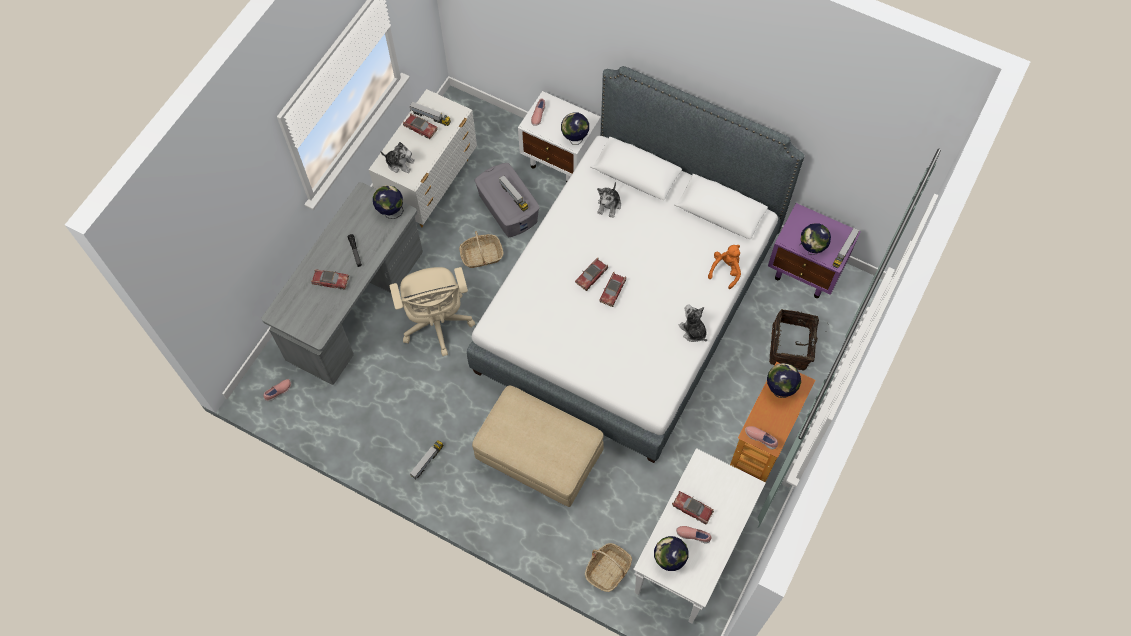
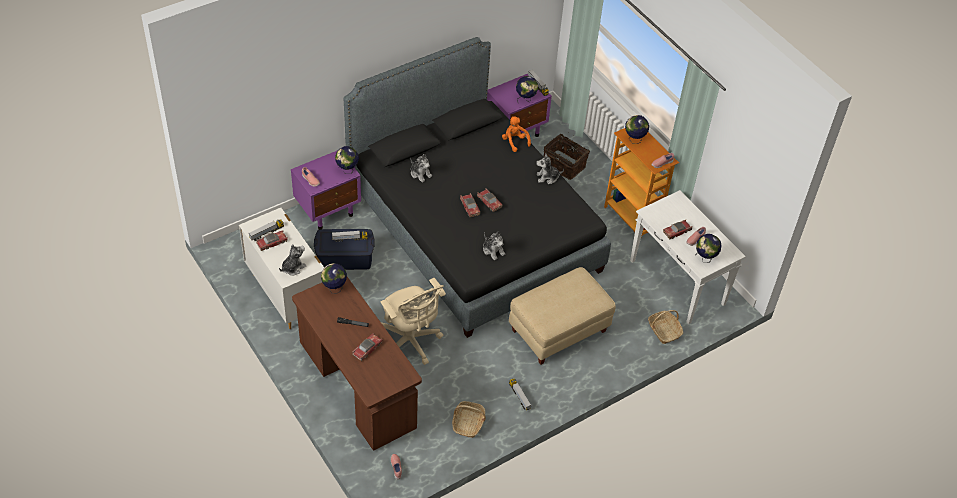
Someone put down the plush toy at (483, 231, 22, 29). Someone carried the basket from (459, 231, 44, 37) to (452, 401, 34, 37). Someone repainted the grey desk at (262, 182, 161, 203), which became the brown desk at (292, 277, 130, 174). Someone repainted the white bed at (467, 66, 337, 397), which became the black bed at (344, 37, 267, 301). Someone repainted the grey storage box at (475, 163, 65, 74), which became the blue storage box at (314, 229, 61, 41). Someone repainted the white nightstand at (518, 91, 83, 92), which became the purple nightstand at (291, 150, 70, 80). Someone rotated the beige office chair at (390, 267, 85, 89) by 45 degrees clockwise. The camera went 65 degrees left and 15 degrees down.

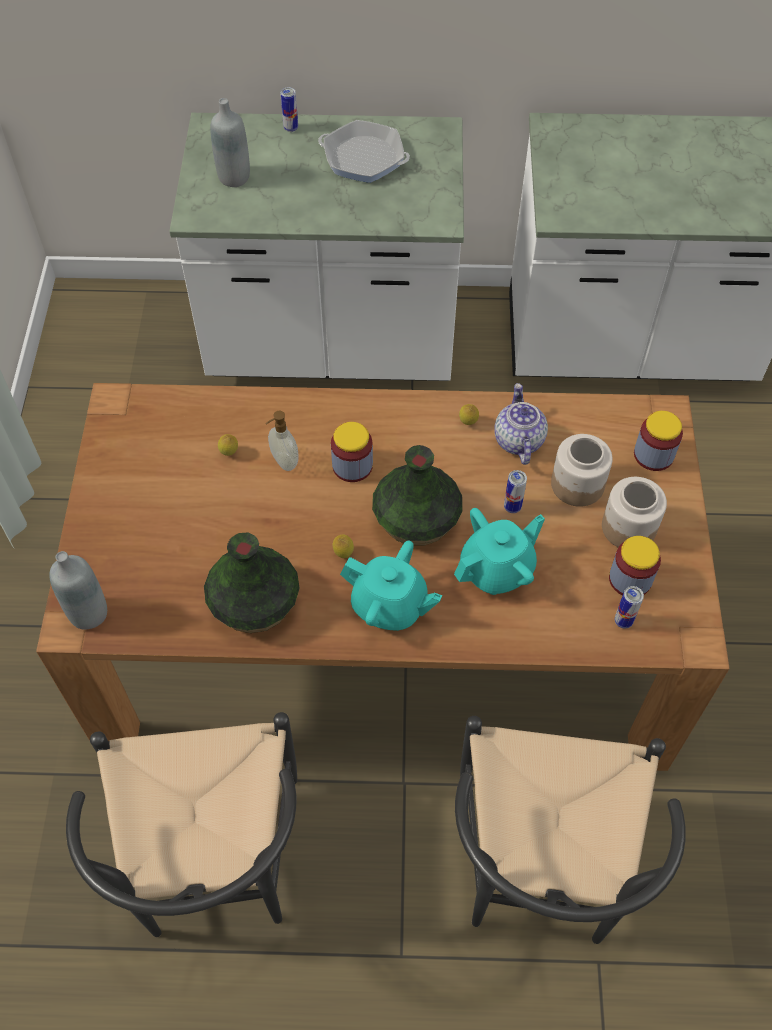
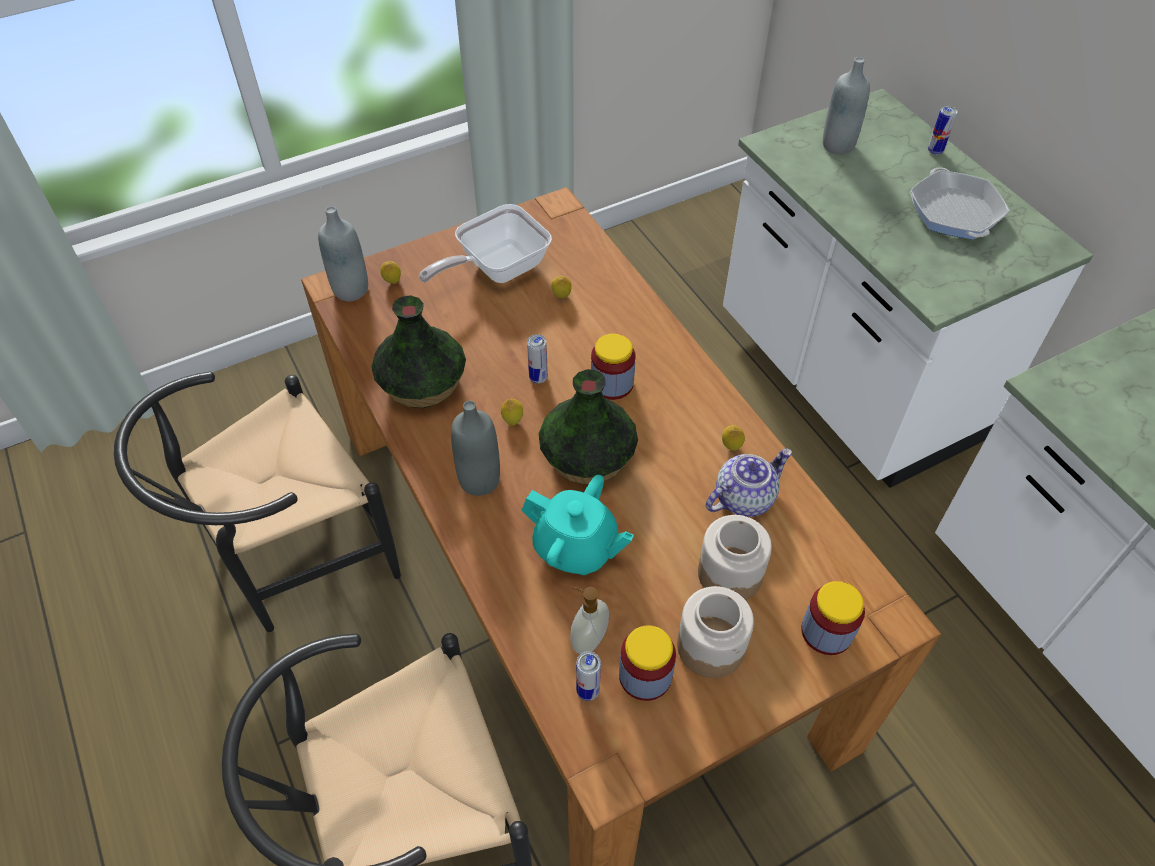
Someone put down the lemon at (380, 261, 21, 23). Someone put down the frying pan at (419, 204, 133, 79). Someone carried the soap dispenser from (266, 411, 33, 60) to (570, 586, 39, 68). Someone carried the can from (504, 470, 23, 43) to (527, 334, 21, 50). Someone swapped the turquoise teapot at (340, 541, 102, 90) for the grey bottle at (451, 401, 49, 95). The camera went 60 degrees right and 5 degrees down.

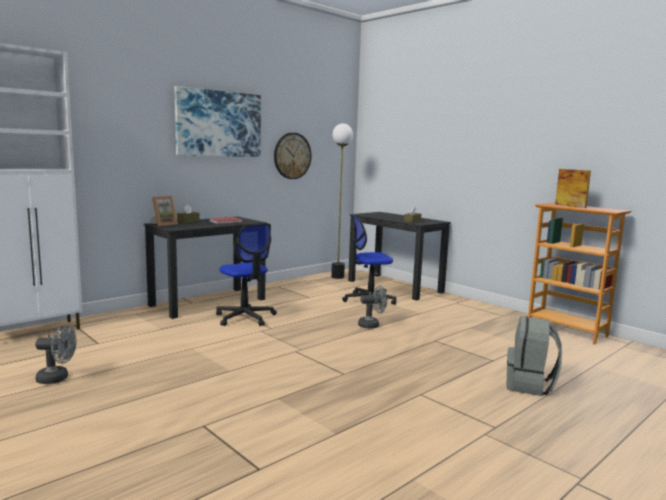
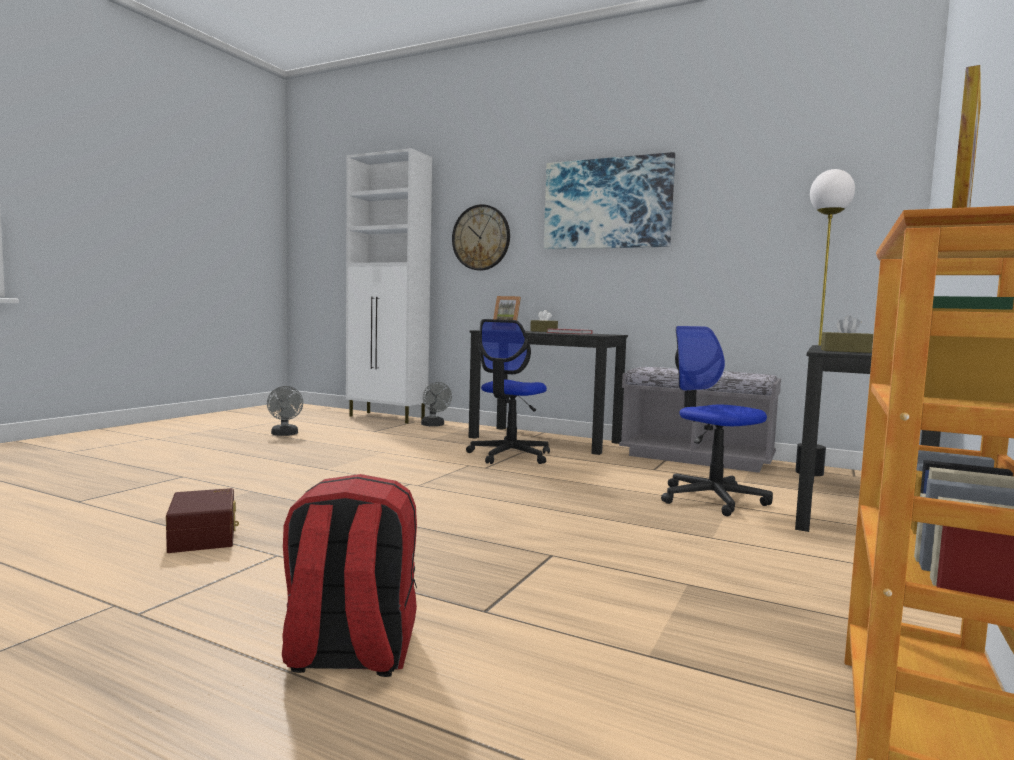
Someone put down the brown storage box at (166, 488, 73, 65). Someone put down the grey bench at (619, 367, 162, 106). Someone carried the wall clock from (274, 133, 38, 46) to (452, 204, 58, 67). Someone carried the grey fan from (358, 285, 29, 43) to (421, 382, 31, 44). Someone repainted the grey backpack at (506, 316, 56, 80), which became the red backpack at (282, 474, 135, 203). The camera went 70 degrees right and 5 degrees down.

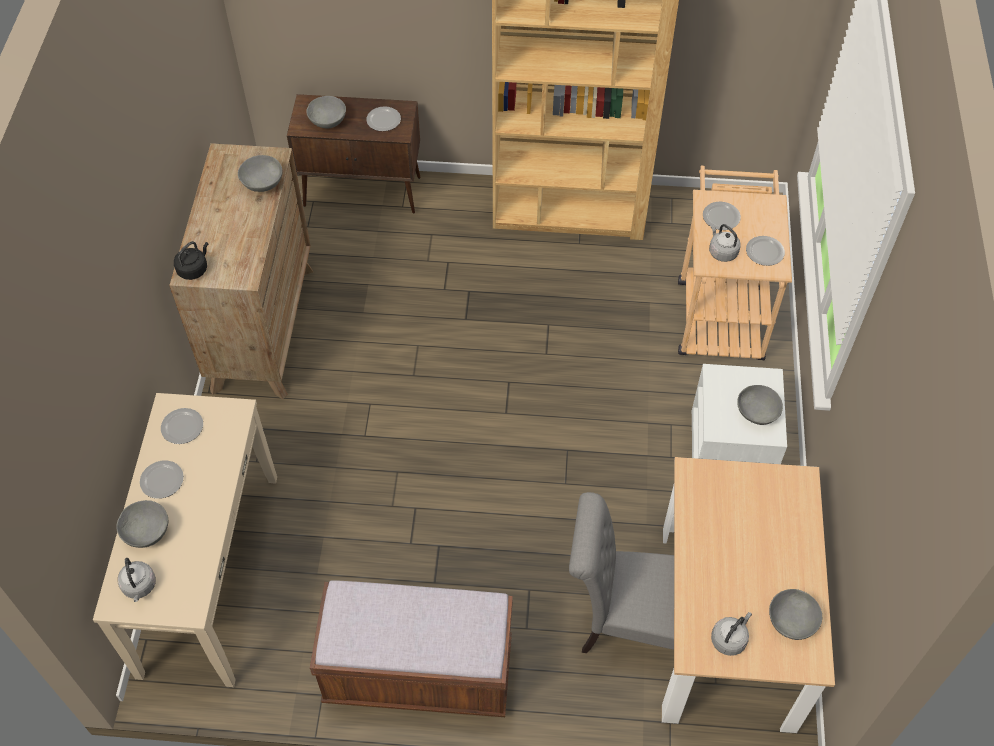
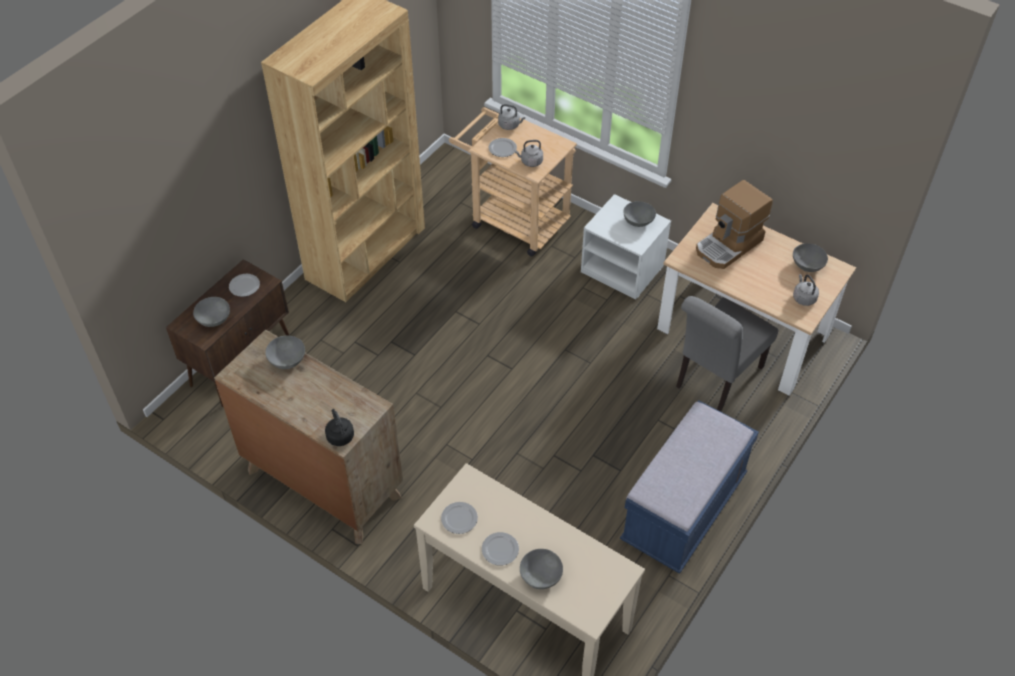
Someone took away the plate at (746, 236, 39, 30). Someone put down the coffee machine at (696, 180, 77, 89). Someone carried the grey kettle from (118, 558, 38, 44) to (498, 104, 27, 26). Someone repainted the brown bench at (310, 580, 203, 137), which became the blue bench at (620, 400, 139, 174). The camera went 60 degrees left and 5 degrees down.

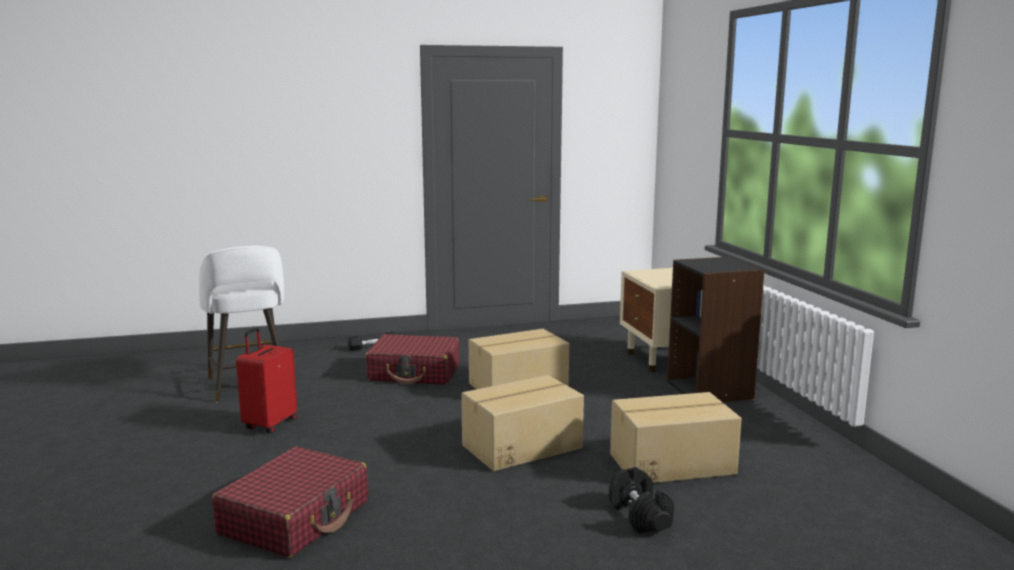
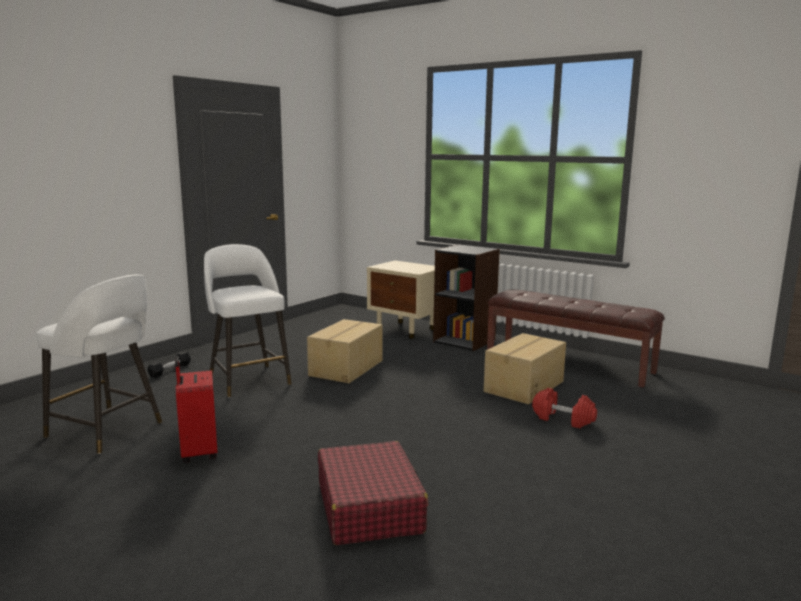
Someone took away the cardboard box at (461, 375, 123, 96). Someone put down the brown bench at (487, 290, 178, 97). Someone swapped the red suitcase at (366, 334, 93, 51) for the white stool at (204, 244, 88, 153). Someone repainted the black dumbbell at (609, 467, 65, 66), which became the red dumbbell at (532, 388, 65, 40). The camera went 40 degrees left and 0 degrees up.

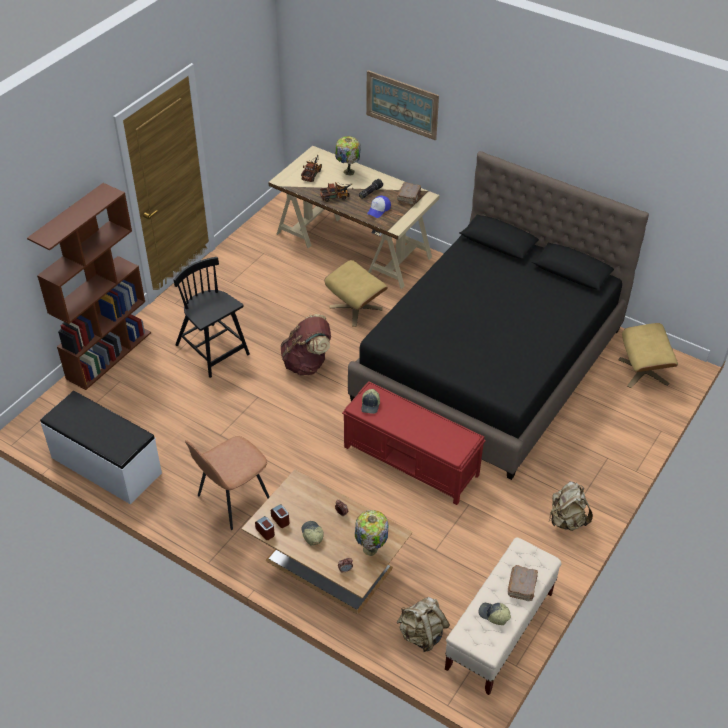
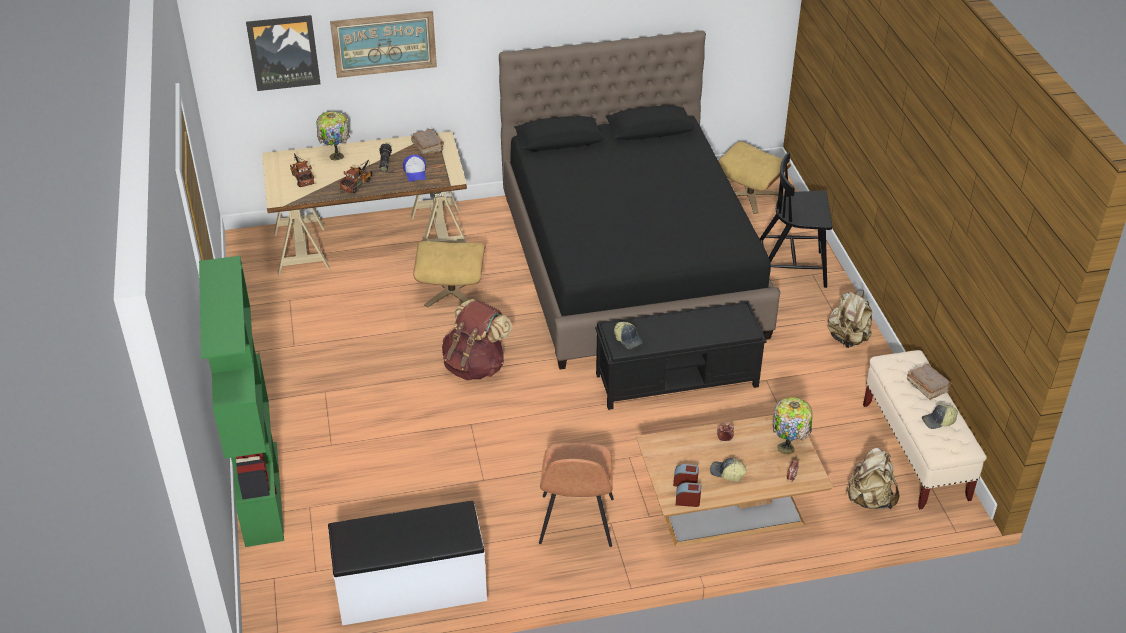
Someone put up the picture at (246, 15, 75, 76). Someone carried the black chair from (174, 257, 76, 121) to (760, 152, 72, 136). Someone repainted the brown bookcase at (27, 183, 124, 207), which became the green bookcase at (199, 256, 85, 291). Someone repainted the red bench at (342, 381, 144, 124), which became the black bench at (595, 301, 172, 109). The camera went 45 degrees left and 5 degrees down.

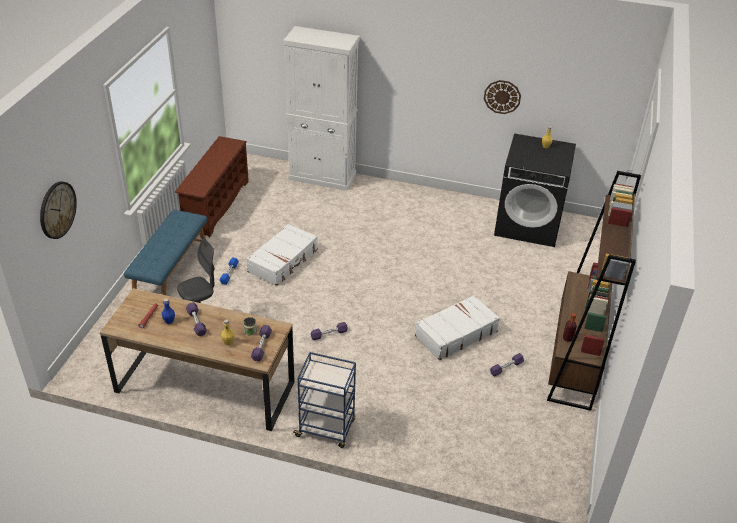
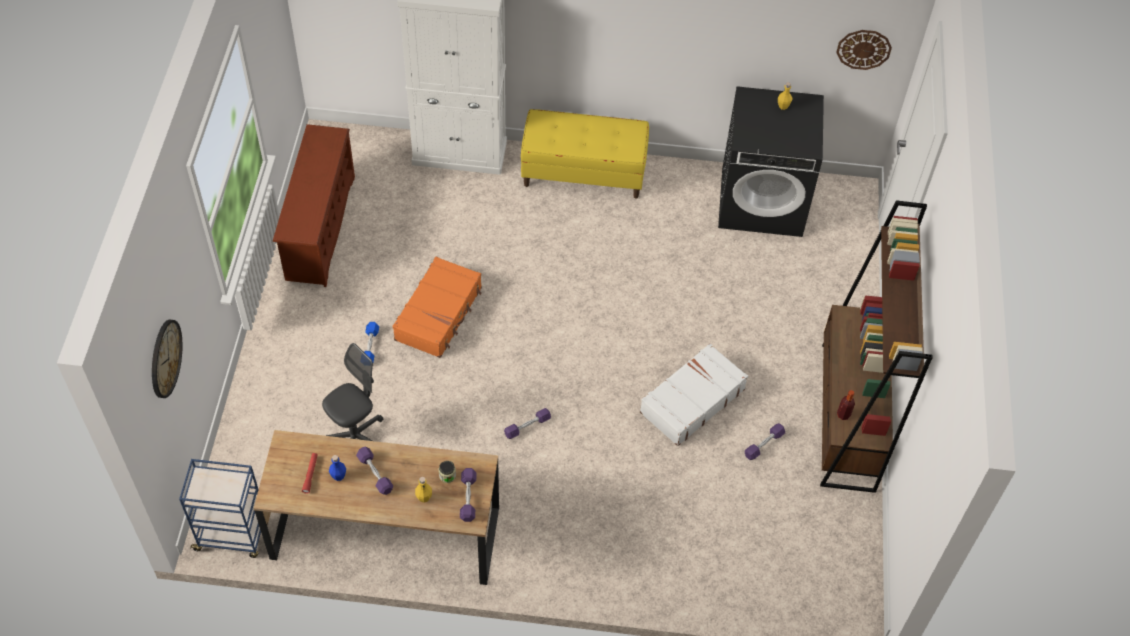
Someone took away the blue bench at (124, 210, 84, 85). Someone put down the yellow bench at (521, 109, 128, 90). Someone carried the blue cart from (292, 352, 64, 96) to (179, 459, 82, 99). Someone carried the wall clock from (484, 80, 37, 34) to (836, 30, 56, 40). Someone repainted the white suitcase at (246, 224, 72, 62), which became the orange suitcase at (392, 257, 90, 101). The camera went 10 degrees left and 15 degrees up.

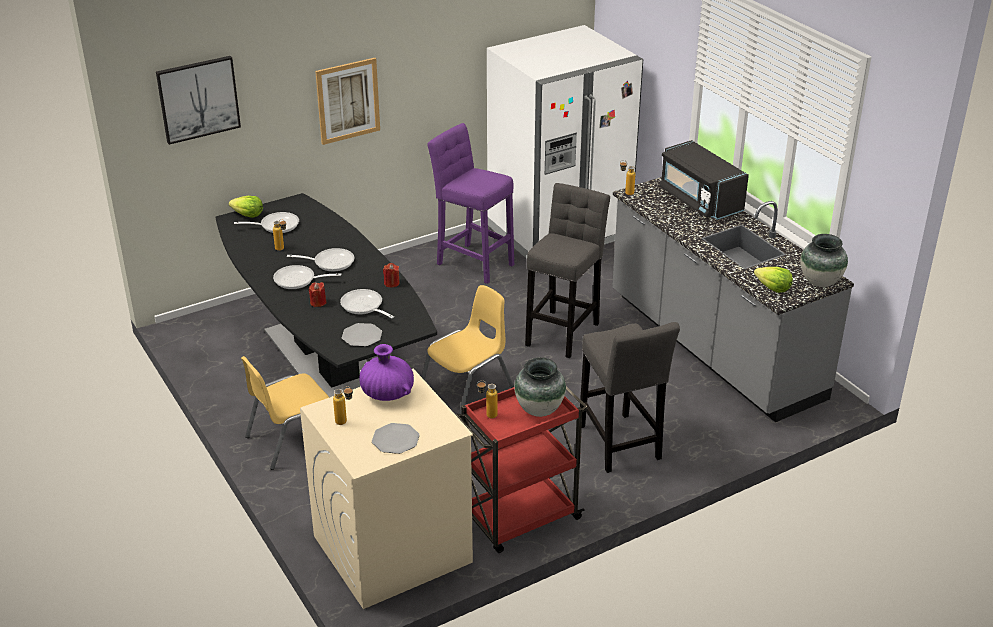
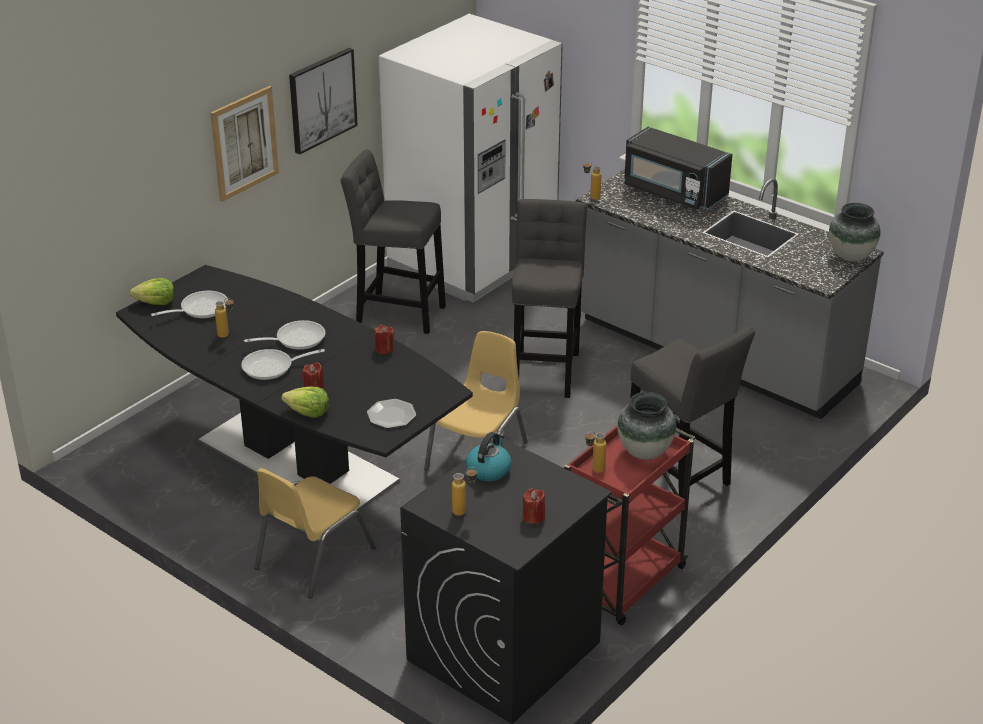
Someone took away the frying pan at (340, 289, 54, 29). Someone carried the picture from (156, 56, 85, 89) to (289, 48, 69, 106). Someone carried the lettuce from (754, 267, 39, 26) to (281, 387, 48, 31). Someone swapped the purple vase at (359, 344, 55, 57) for the kettle at (466, 432, 45, 49). Someone swapped the plate at (372, 423, 48, 31) for the red candle at (523, 488, 22, 36). Someone repainted the beige washing machine at (300, 369, 173, 240), which became the black washing machine at (400, 438, 212, 286). Someone repainted the purple stool at (427, 123, 87, 161), which became the grey stool at (340, 149, 106, 185). The camera went 20 degrees left and 0 degrees up.

